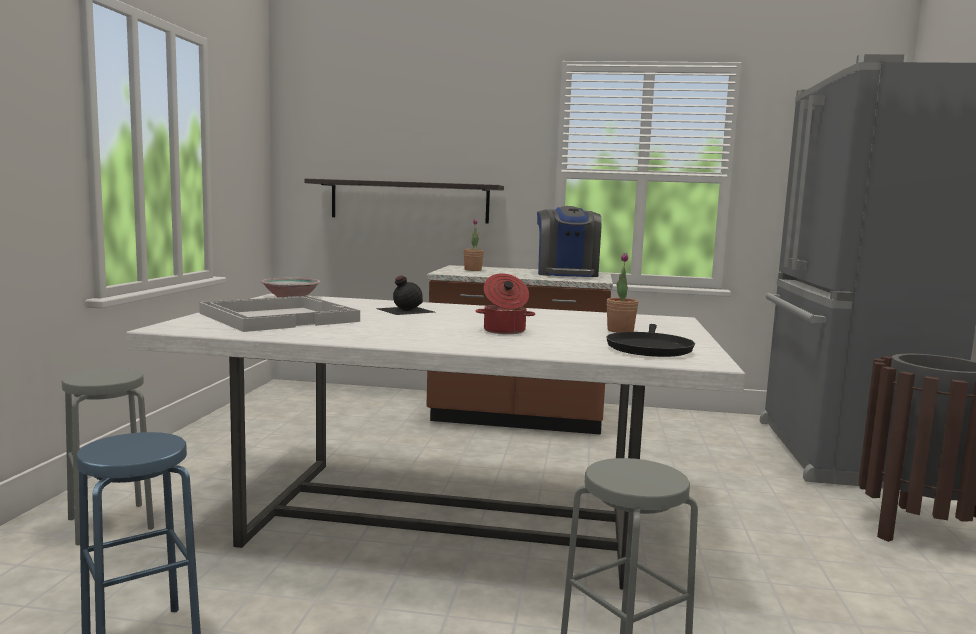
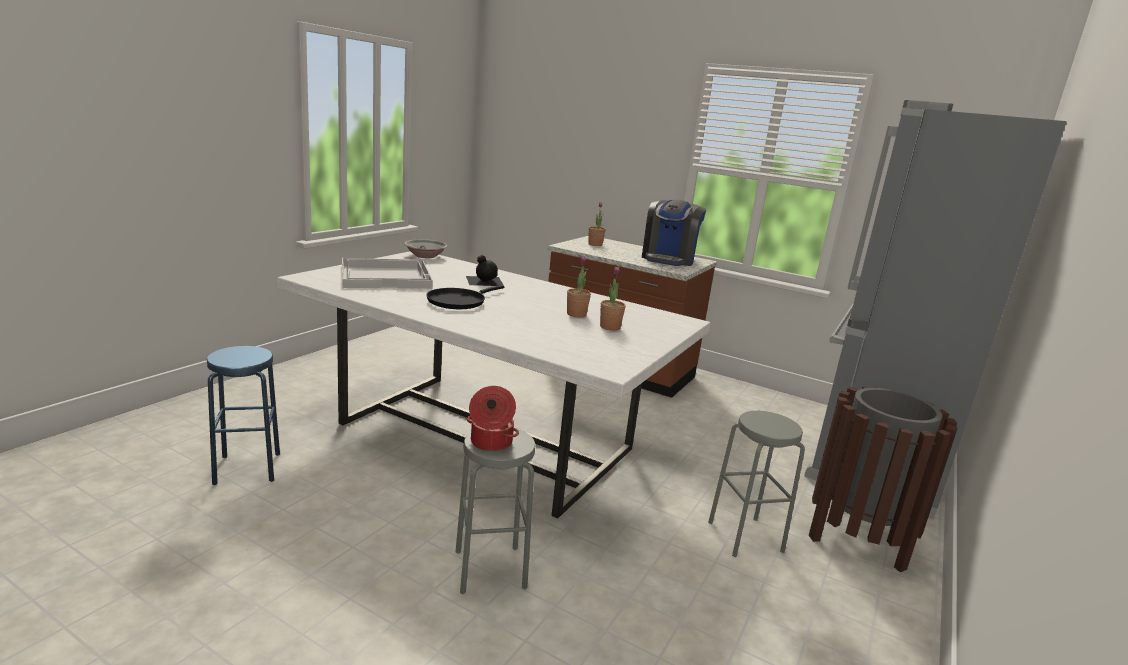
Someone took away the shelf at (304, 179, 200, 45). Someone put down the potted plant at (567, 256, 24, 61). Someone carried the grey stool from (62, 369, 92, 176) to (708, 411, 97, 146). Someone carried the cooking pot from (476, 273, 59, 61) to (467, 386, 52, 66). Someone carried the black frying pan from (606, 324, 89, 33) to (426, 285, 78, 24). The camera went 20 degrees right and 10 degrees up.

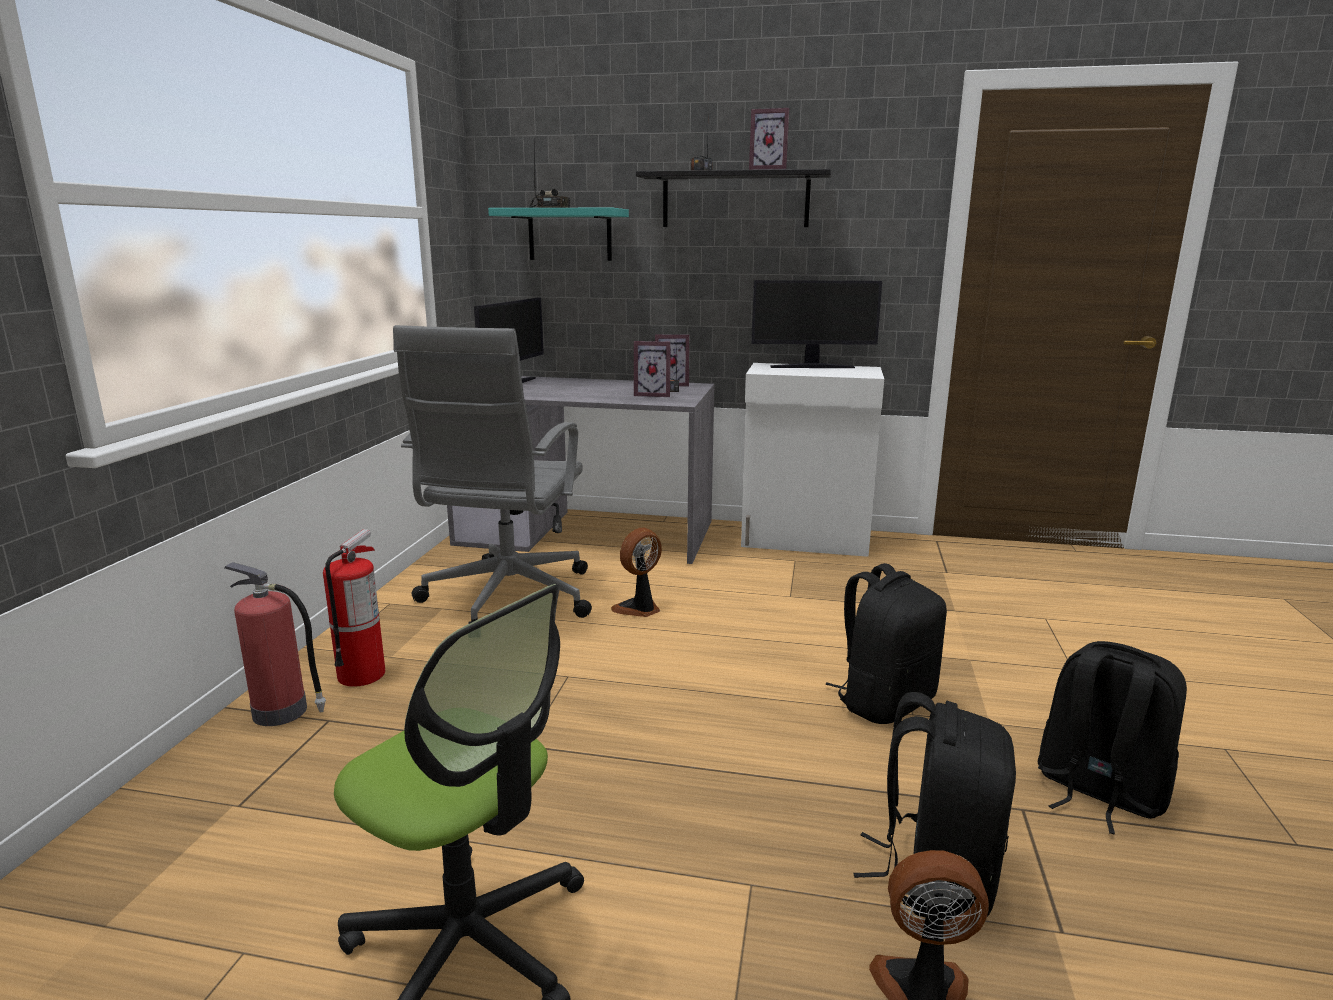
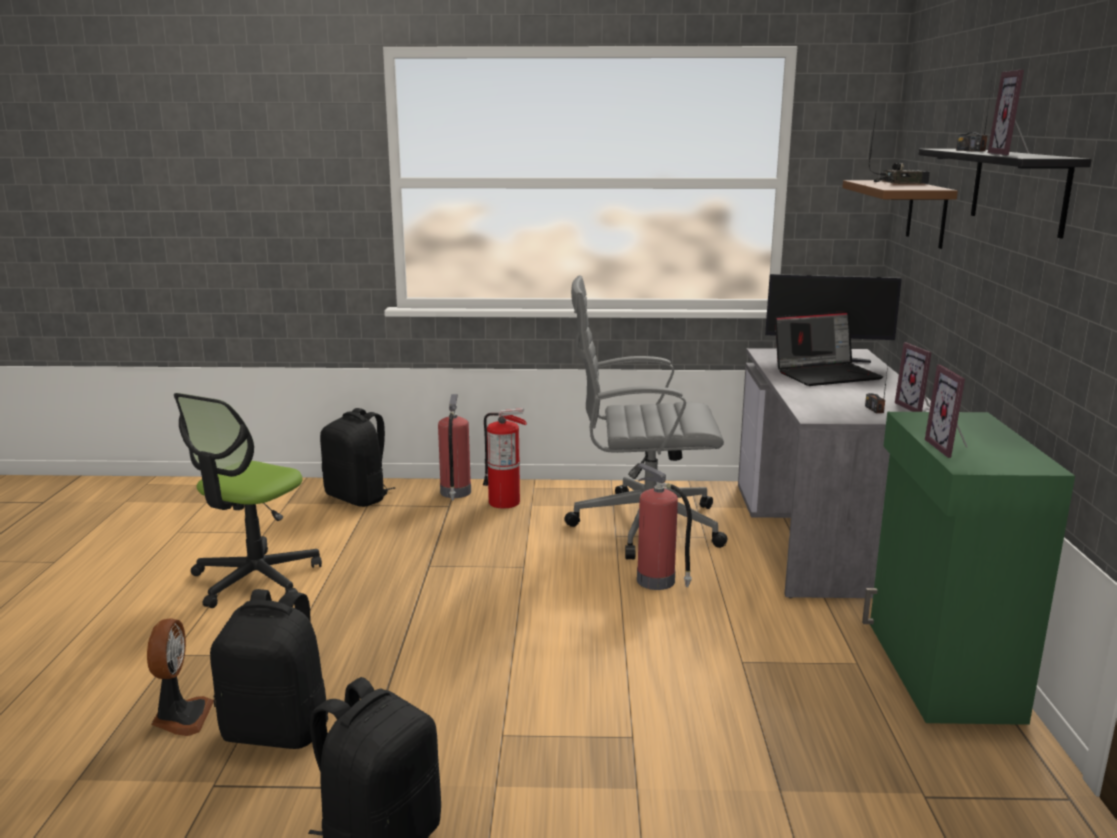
Someone took away the monitor at (751, 280, 131, 88). Someone put down the laptop at (775, 311, 108, 75). Someone carried the picture frame from (634, 341, 37, 56) to (925, 365, 43, 93). Someone carried the black backpack from (825, 563, 122, 161) to (320, 408, 75, 99). Someone swapped the fan at (611, 528, 51, 89) for the fire extinguisher at (637, 463, 55, 127). Someone repainted the turquoise shelf at (488, 208, 141, 53), which became the brown shelf at (842, 180, 116, 69). Someone repainted the white cabinet at (741, 363, 143, 194), which became the green cabinet at (862, 412, 213, 313). The camera went 80 degrees right and 0 degrees up.

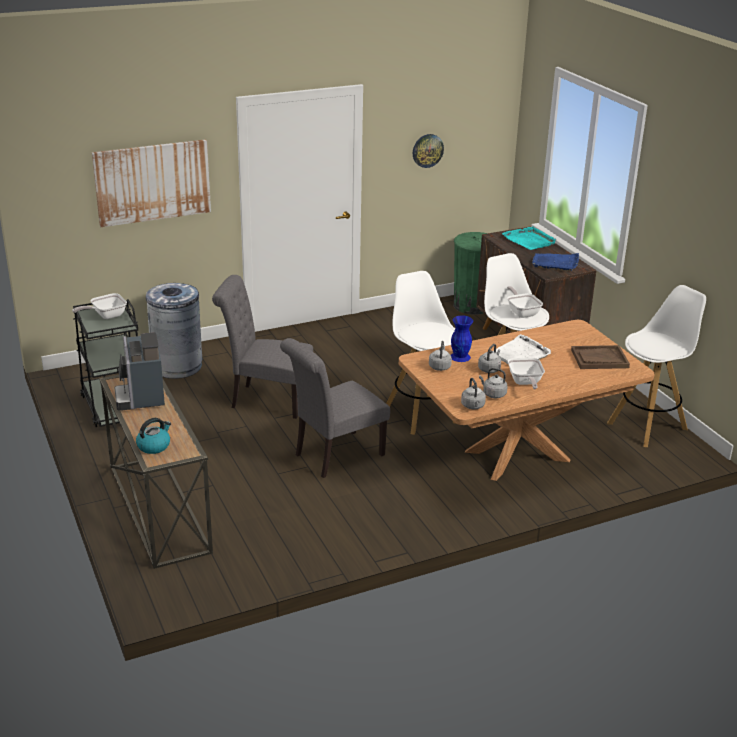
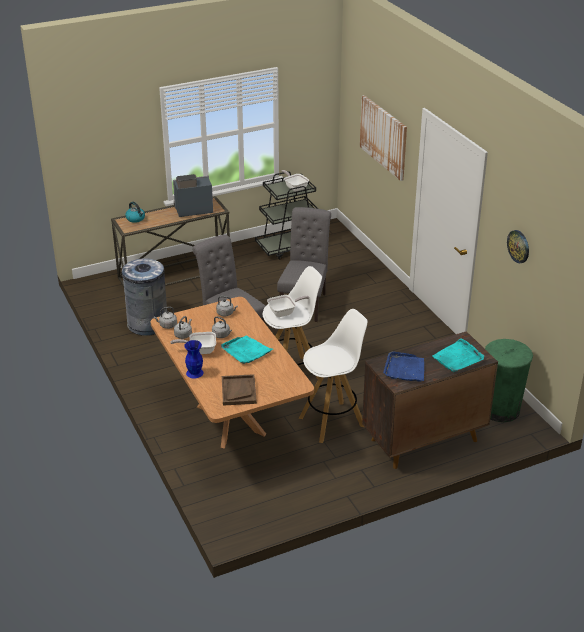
Someone took away the white stool at (607, 285, 99, 162). Someone carried the grey trash can from (146, 283, 56, 96) to (122, 258, 45, 78). Someone carried the blue vase from (451, 315, 22, 47) to (184, 340, 20, 38). Someone carried the frying pan from (507, 286, 36, 32) to (267, 295, 42, 22). Someone repainted the white tray at (493, 334, 58, 30), which became the turquoise tray at (221, 336, 52, 28). The camera went 90 degrees right and 5 degrees up.

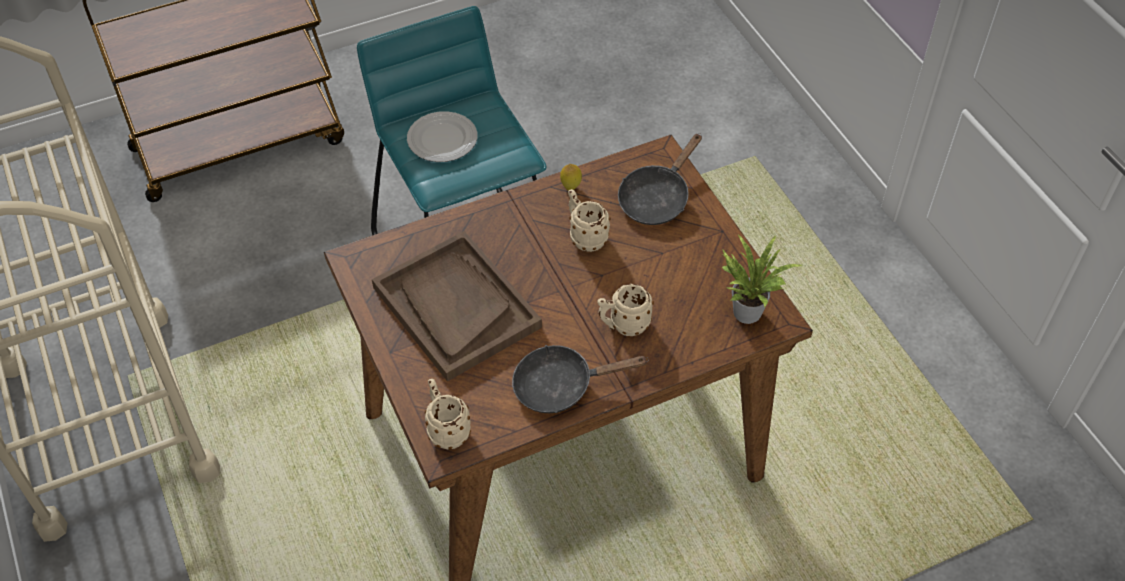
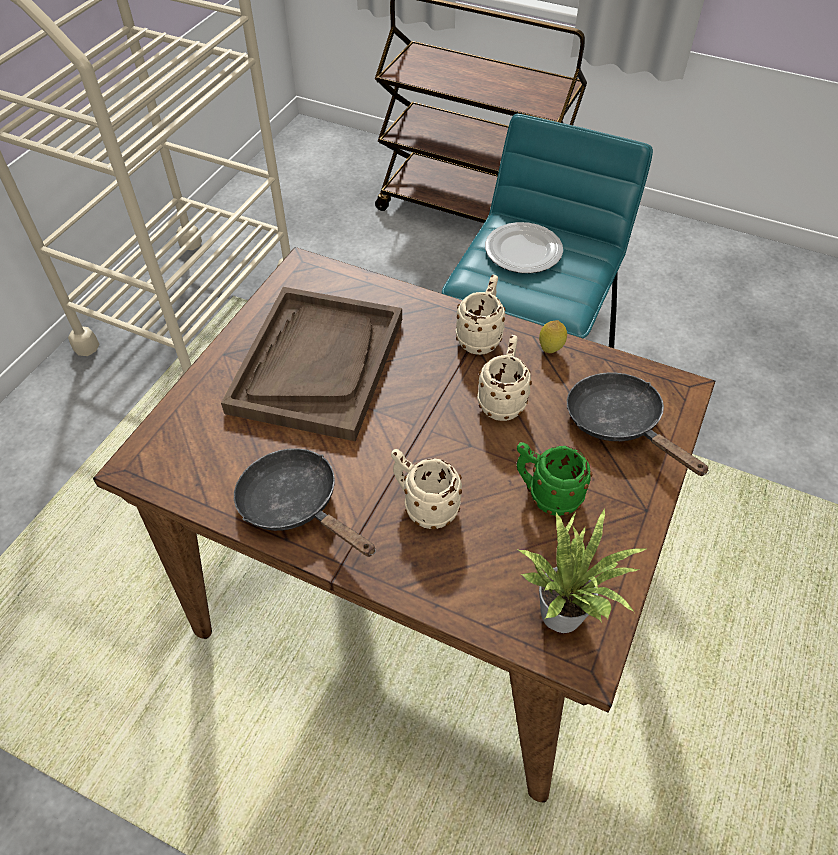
Someone put down the green mug at (516, 442, 76, 74). Someone carried the beige mug from (425, 379, 46, 70) to (455, 275, 51, 80). Someone rotated the black frying pan at (618, 133, 84, 92) by 60 degrees clockwise. The camera went 50 degrees right and 0 degrees up.

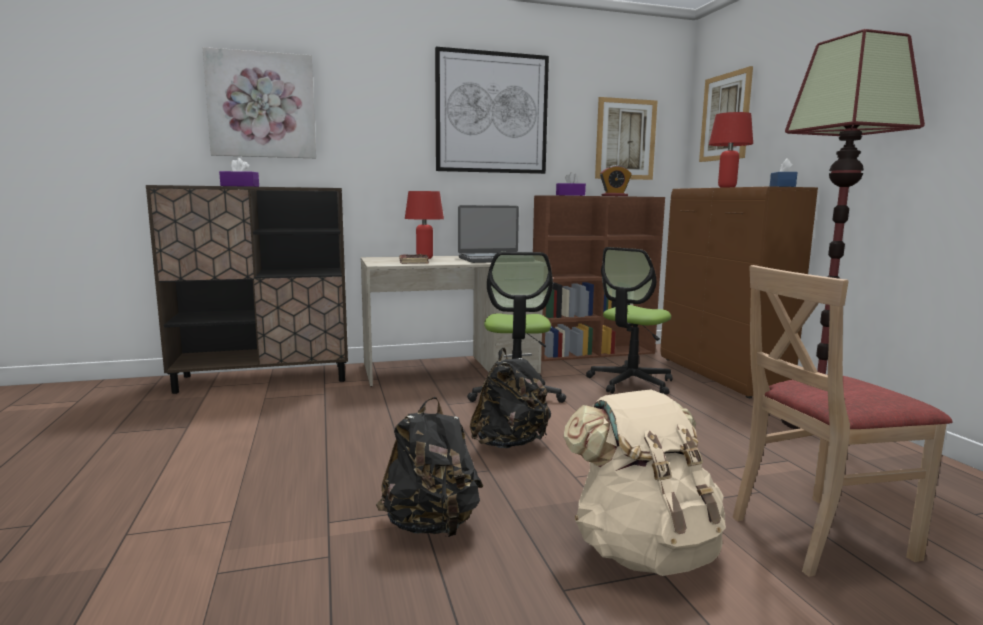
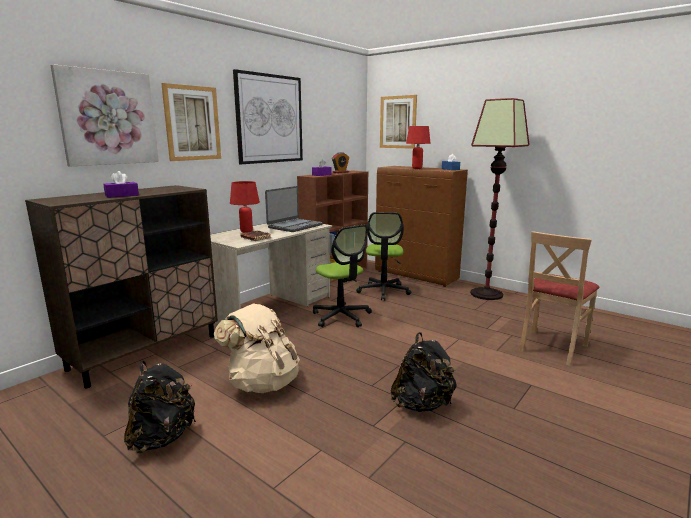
Someone carried the black backpack from (470, 348, 81, 100) to (124, 361, 72, 92). Someone carried the beige backpack from (563, 389, 163, 187) to (214, 304, 86, 89). Someone carried the picture from (595, 97, 62, 83) to (161, 83, 60, 78). The camera went 35 degrees left and 5 degrees up.

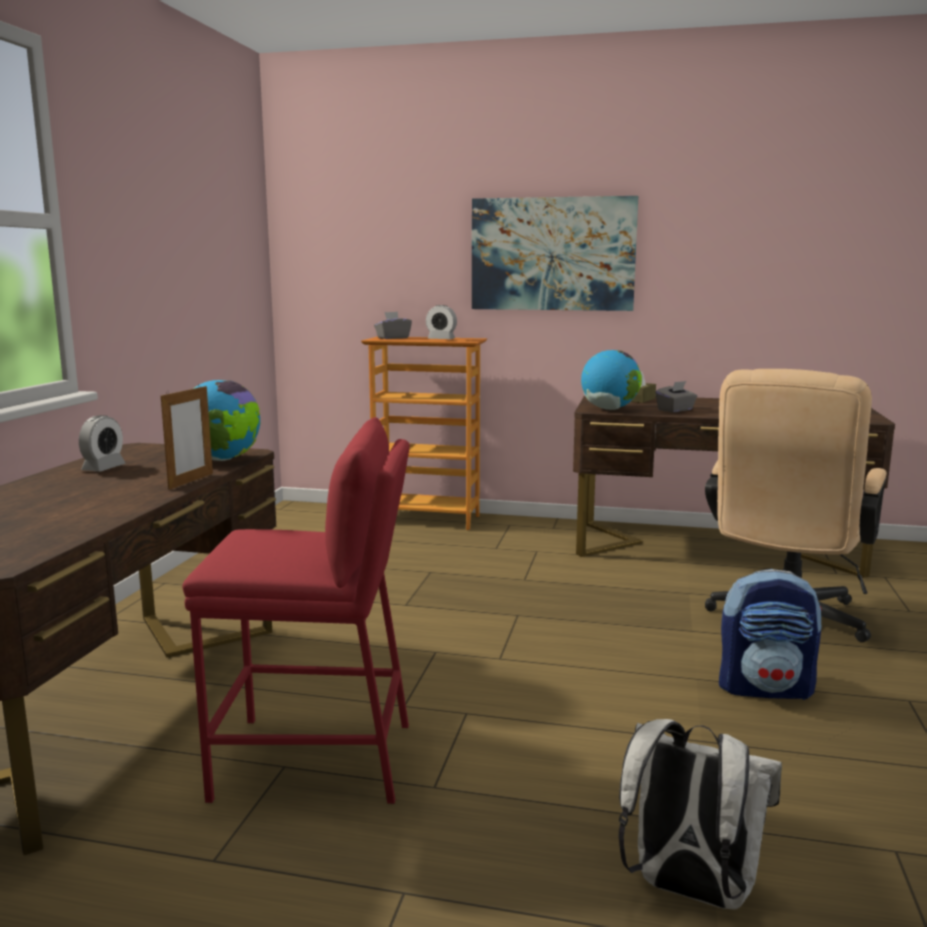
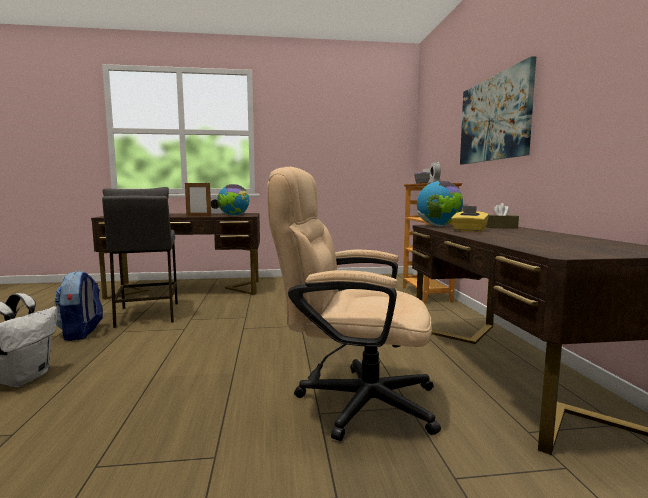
Someone carried the backpack from (719, 569, 103, 131) to (55, 271, 48, 70). Someone repainted the red stool at (182, 417, 228, 387), which became the grey stool at (102, 187, 76, 141). Someone repainted the grey tissue box at (655, 381, 42, 32), which became the yellow tissue box at (451, 206, 38, 26). The camera went 70 degrees right and 5 degrees down.

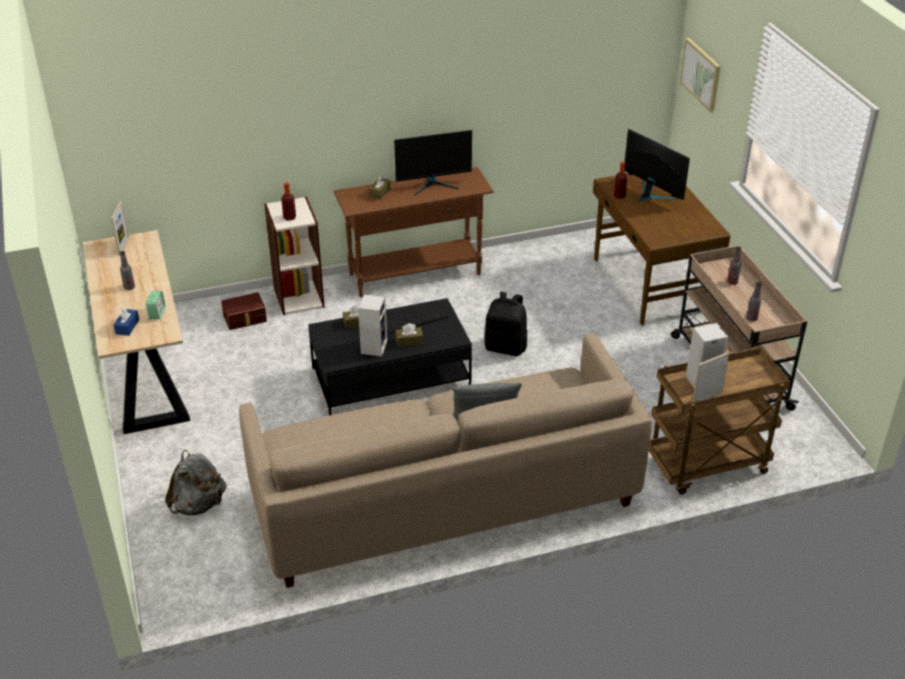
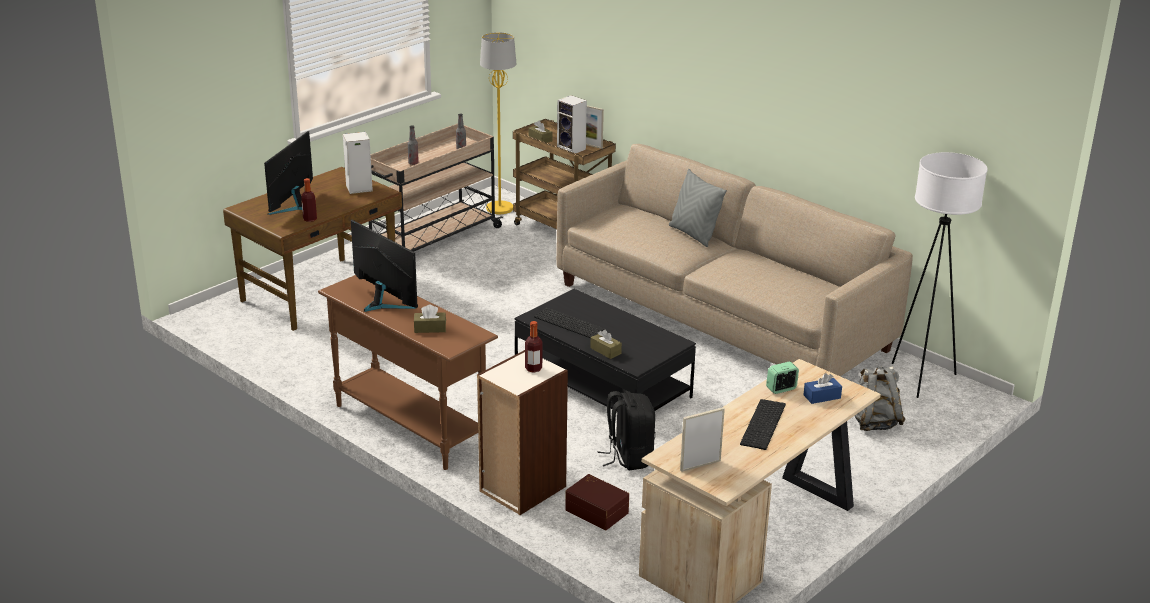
Someone took away the picture at (680, 37, 41, 75). Someone put down the yellow floor lamp at (480, 32, 36, 182). Someone put down the white floor lamp at (892, 152, 96, 246). Someone carried the speaker from (358, 294, 29, 62) to (343, 132, 30, 62). Someone carried the brown tissue box from (395, 323, 28, 24) to (529, 120, 23, 23). Someone carried the black backpack from (484, 292, 43, 64) to (598, 391, 57, 79). Someone swapped the bottle at (120, 251, 15, 39) for the keyboard at (740, 399, 46, 51). The camera went 120 degrees left and 10 degrees down.

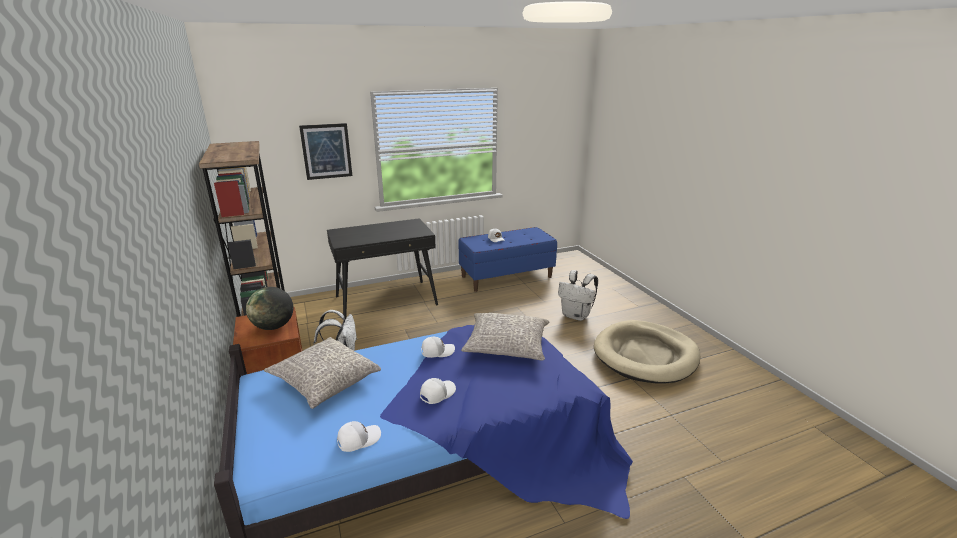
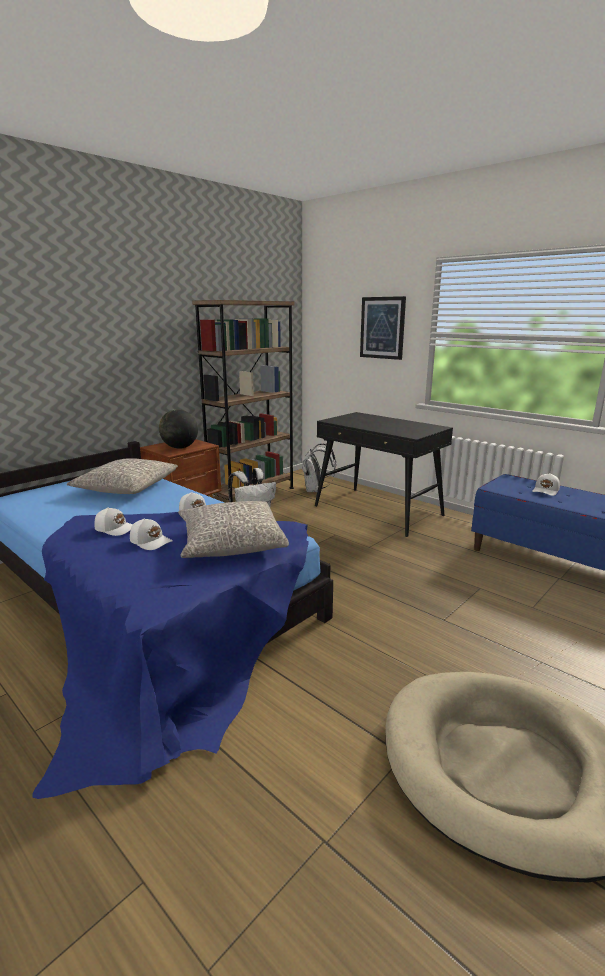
Someone carried the white cap from (337, 421, 44, 31) to (130, 518, 42, 32). Someone carried the white backpack from (558, 270, 40, 51) to (301, 443, 35, 49). The camera went 65 degrees right and 5 degrees down.

